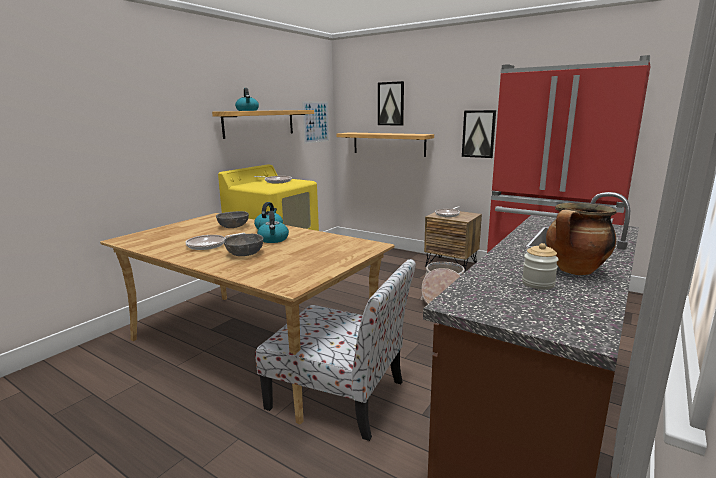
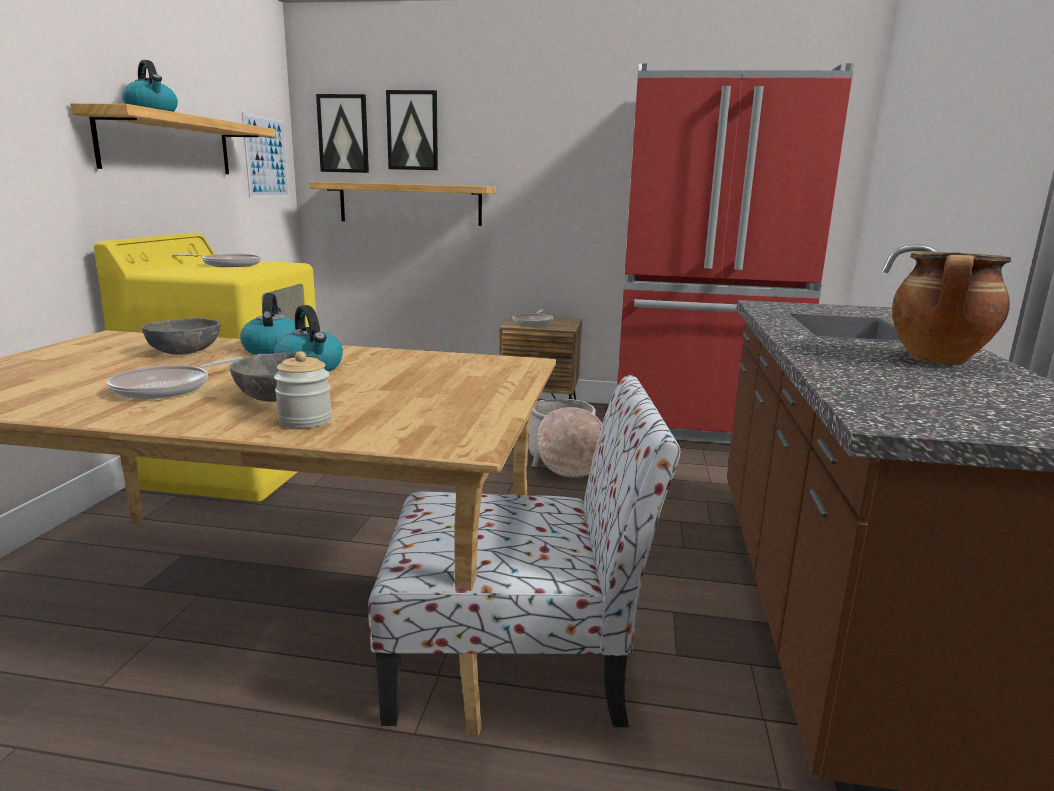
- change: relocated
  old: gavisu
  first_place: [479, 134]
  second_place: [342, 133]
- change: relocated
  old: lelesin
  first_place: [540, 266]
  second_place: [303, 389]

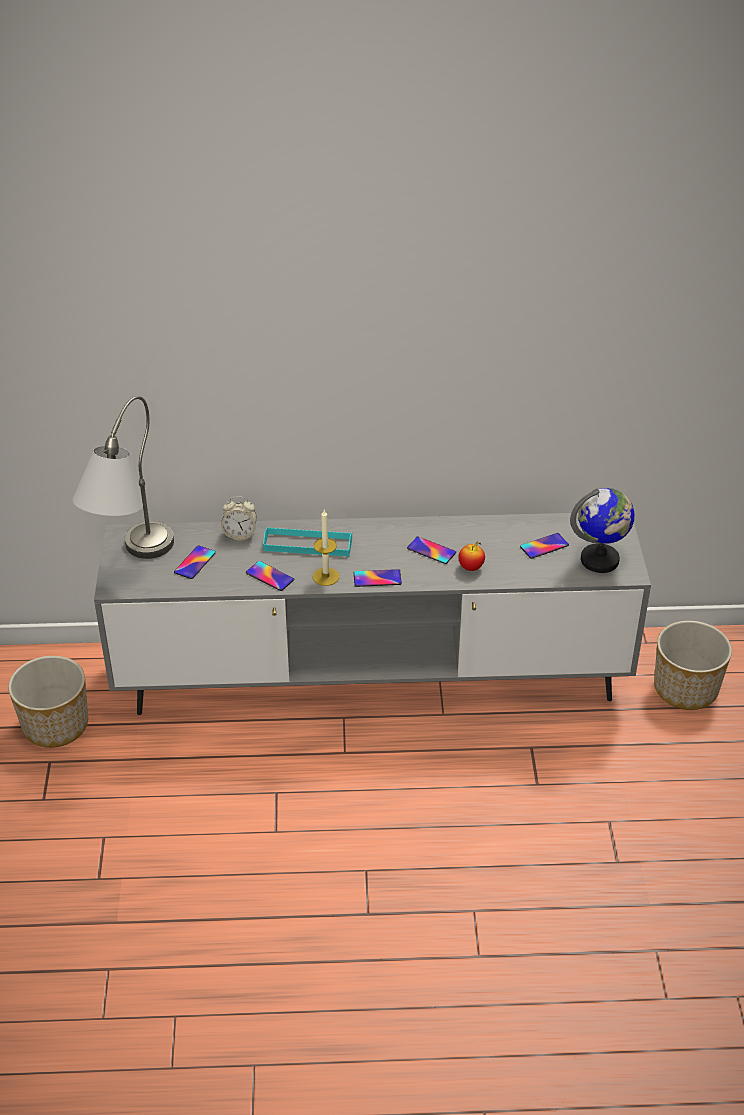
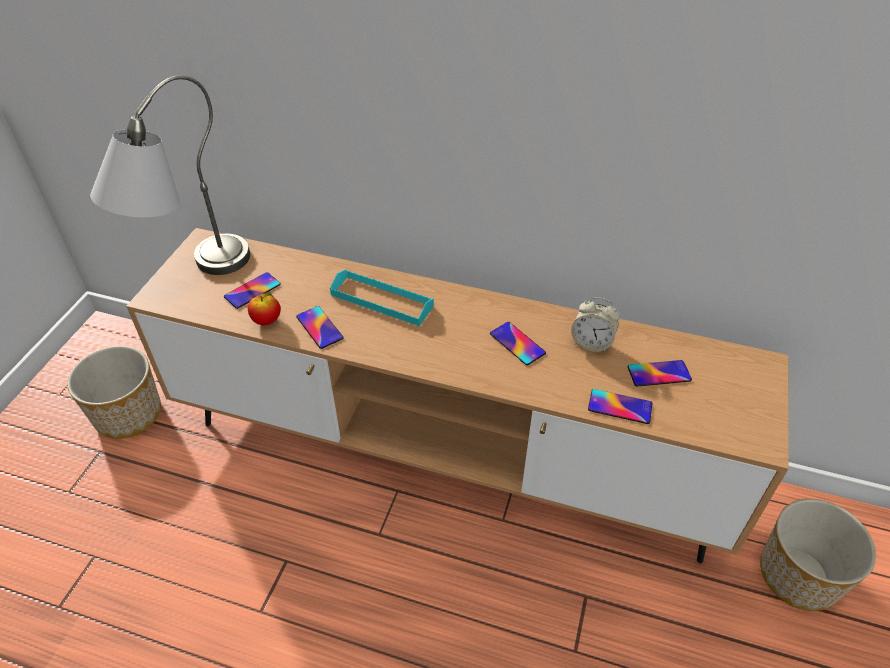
- change: colour
  old: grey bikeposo
  new: brown bikeposo
  first_place: [372, 614]
  second_place: [457, 395]
- change: relocated
  old: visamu
  first_place: [239, 518]
  second_place: [595, 324]
- change: missing
  old: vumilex
  first_place: [326, 548]
- change: relocated
  old: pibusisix
  first_place: [378, 578]
  second_place: [620, 406]
- change: relocated
  old: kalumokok
  first_place: [472, 556]
  second_place: [264, 308]
- change: missing
  old: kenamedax
  first_place: [602, 530]

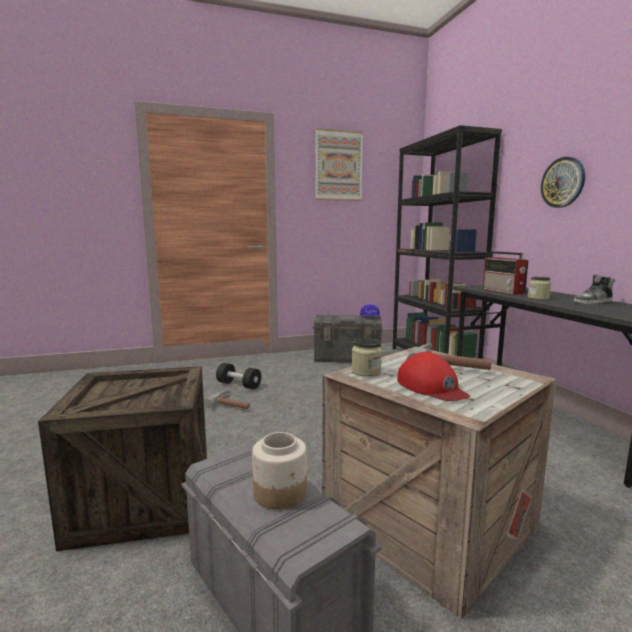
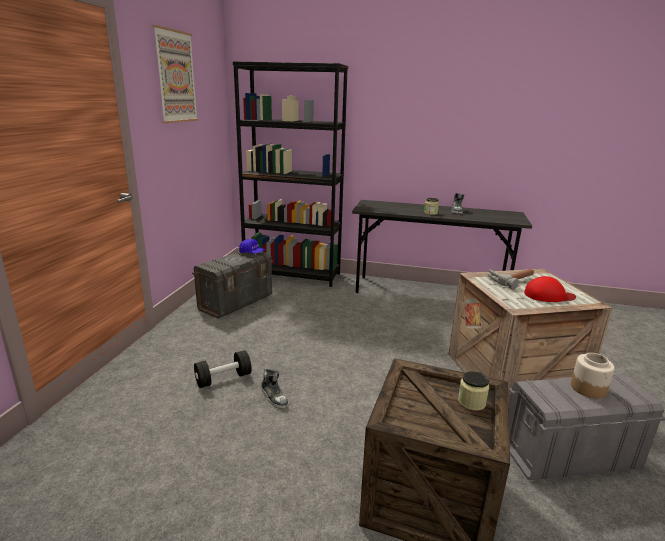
- change: exchanged
  old: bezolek
  new: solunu
  first_place: [227, 399]
  second_place: [274, 389]
- change: relocated
  old: lelesin
  first_place: [367, 357]
  second_place: [473, 391]
- change: missing
  old: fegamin
  first_place: [506, 273]
- change: missing
  old: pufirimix
  first_place: [563, 182]

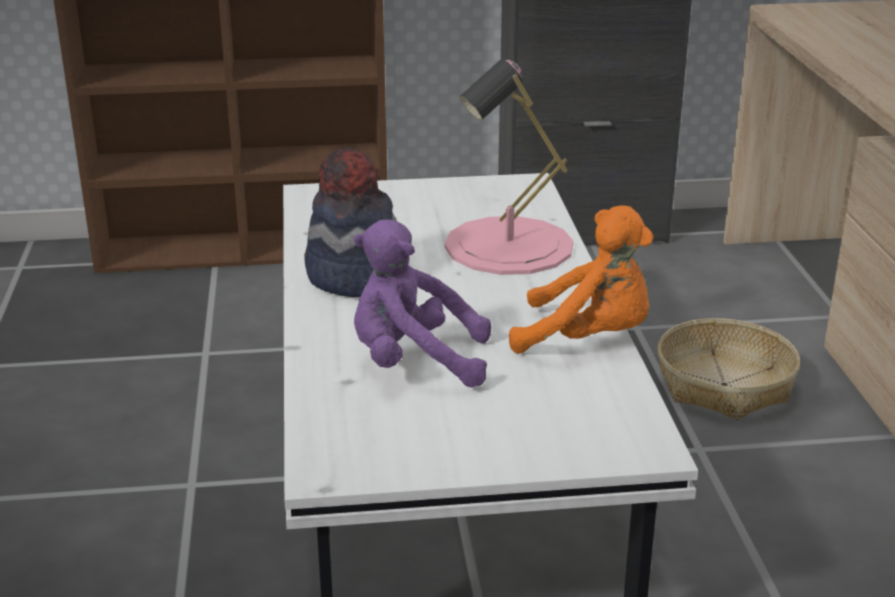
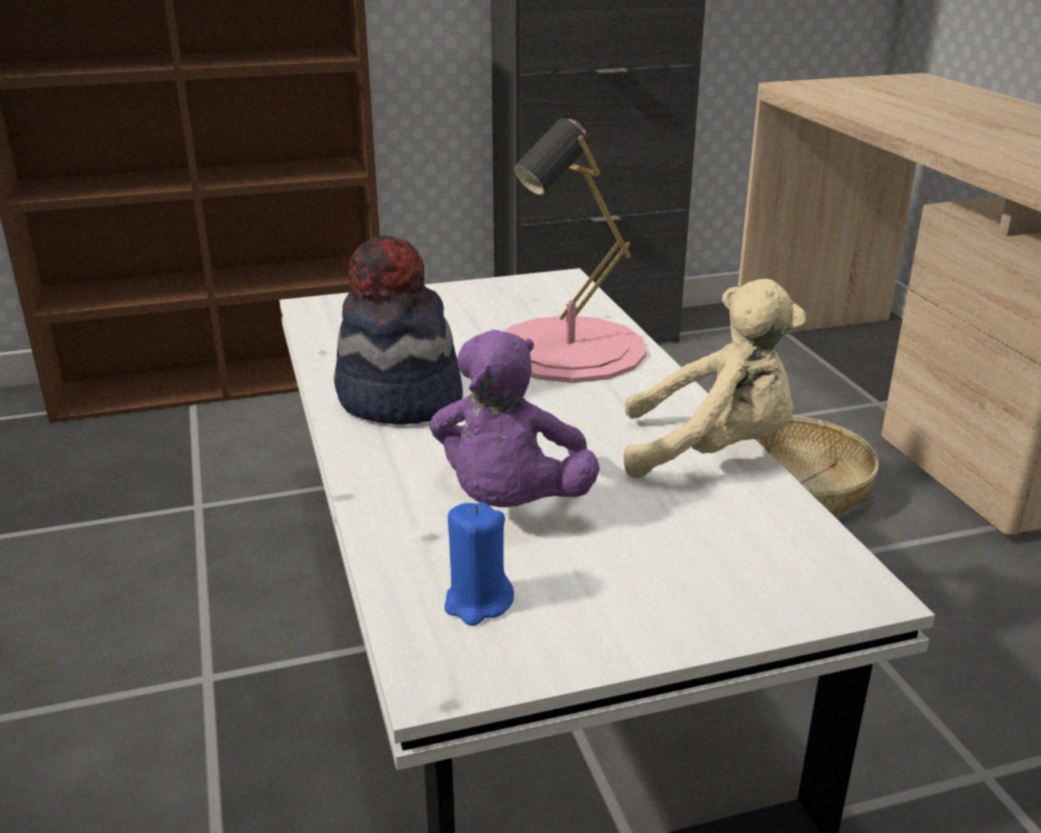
- change: spun
  old: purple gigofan
  first_place: [422, 303]
  second_place: [514, 418]
  degrees: -75
- change: colour
  old: orange gigofan
  new: beige gigofan
  first_place: [581, 280]
  second_place: [715, 379]
- change: appeared
  new: blue vumilex
  second_place: [479, 564]

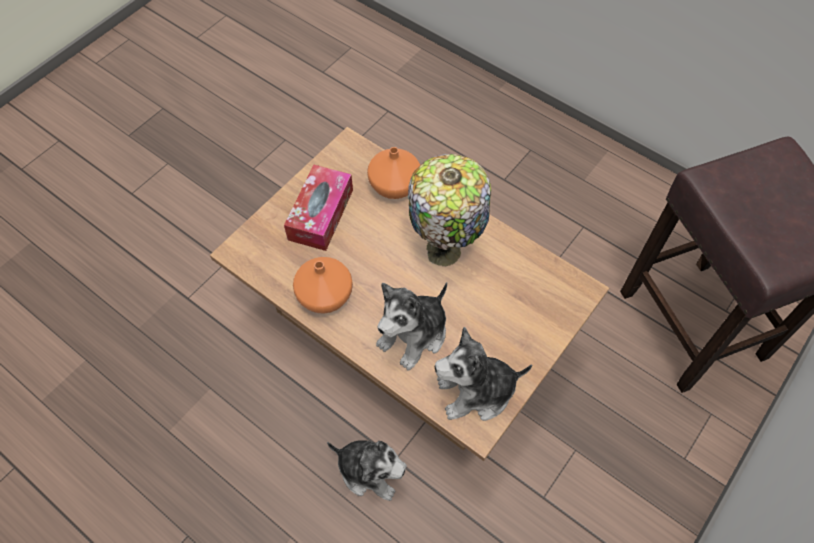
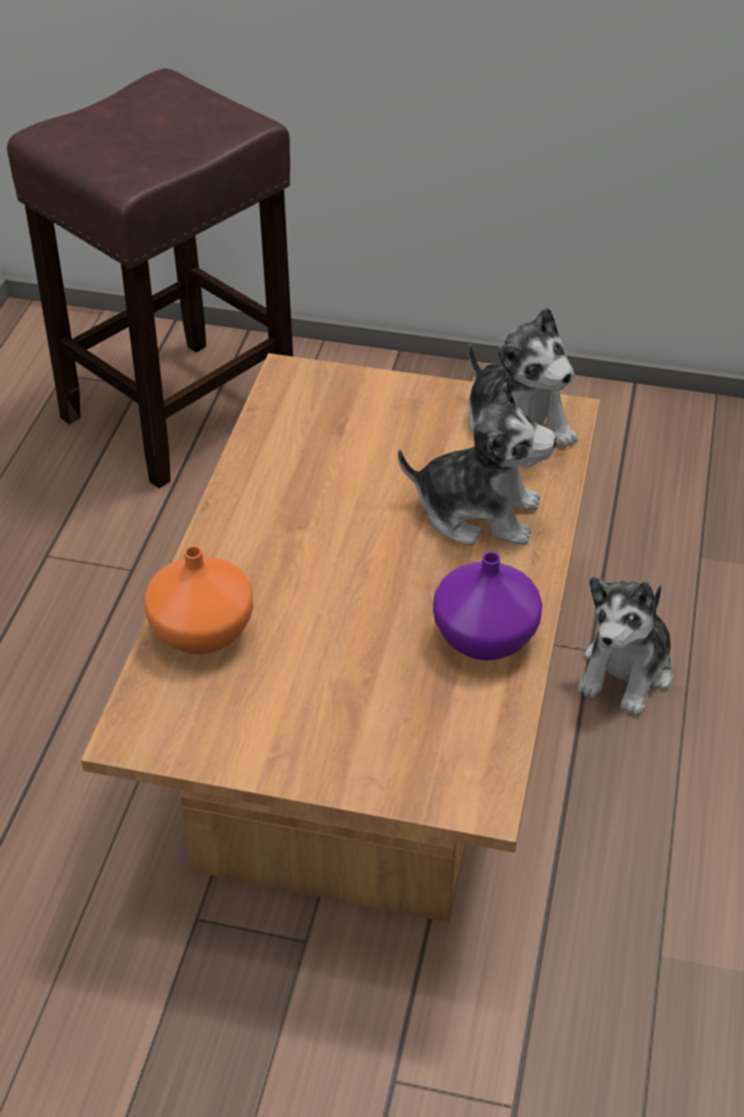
- change: missing
  old: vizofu
  first_place: [318, 208]
- change: colour
  old: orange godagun
  new: purple godagun
  first_place: [323, 285]
  second_place: [487, 606]
- change: spun
  old: gigofan
  first_place: [367, 470]
  second_place: [625, 646]
  degrees: -150
- change: missing
  old: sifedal
  first_place: [449, 210]

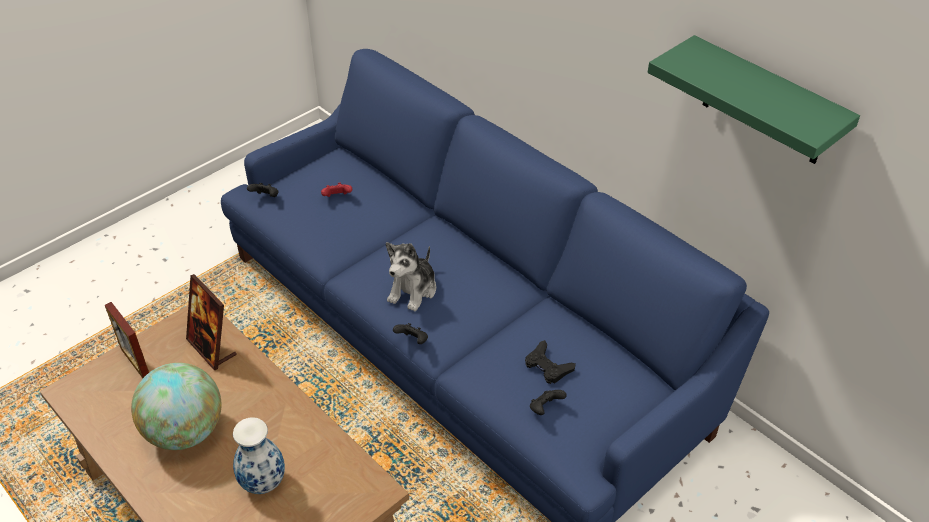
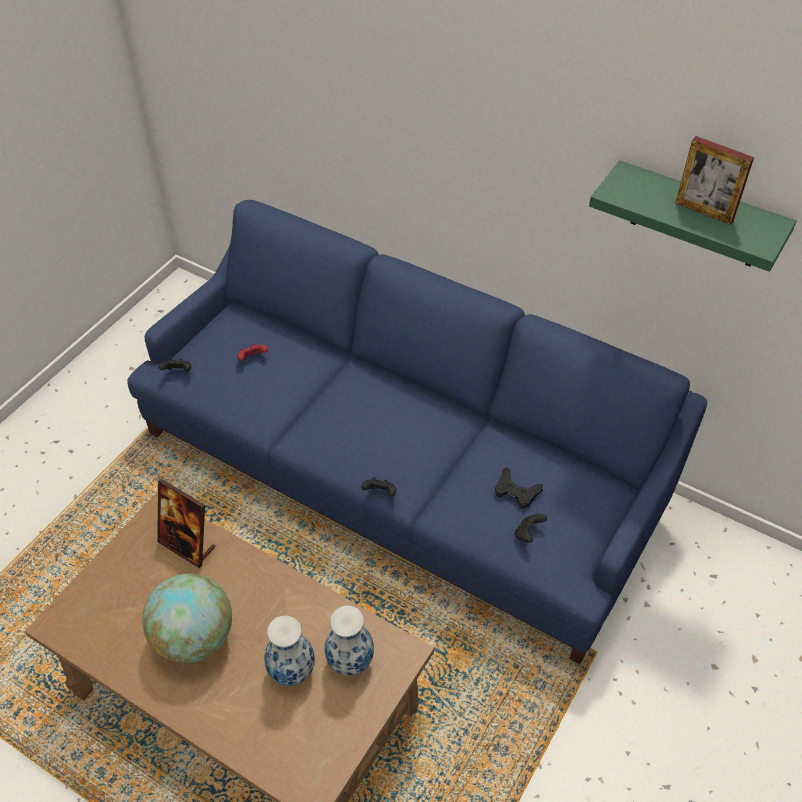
- change: relocated
  old: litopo
  first_place: [127, 340]
  second_place: [715, 180]
- change: missing
  old: gigofan
  first_place: [411, 276]
- change: appeared
  new: godagun
  second_place: [349, 641]

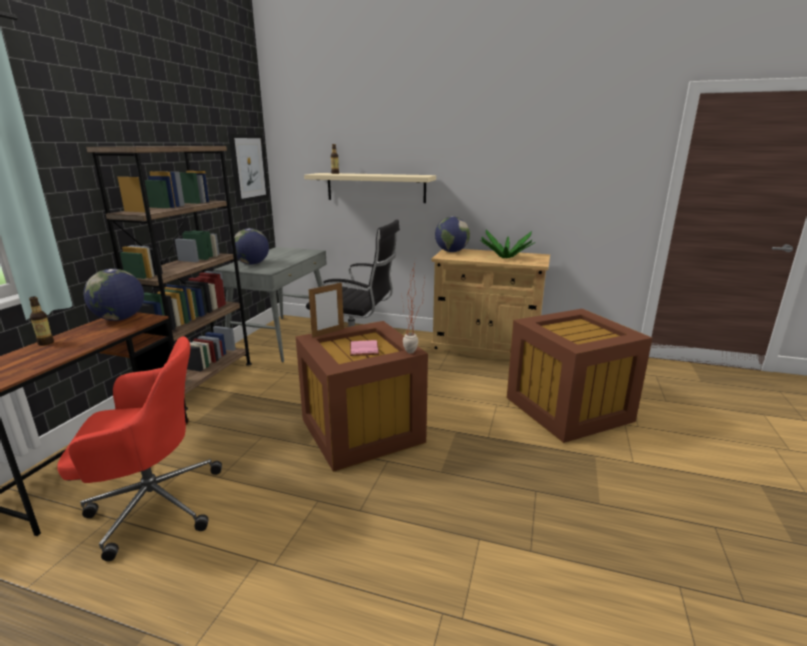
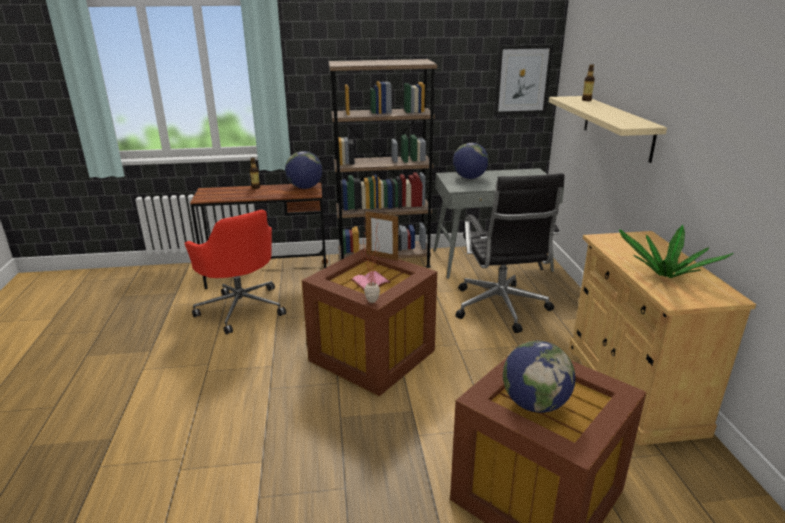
- change: relocated
  old: kenamedax
  first_place: [452, 234]
  second_place: [539, 377]

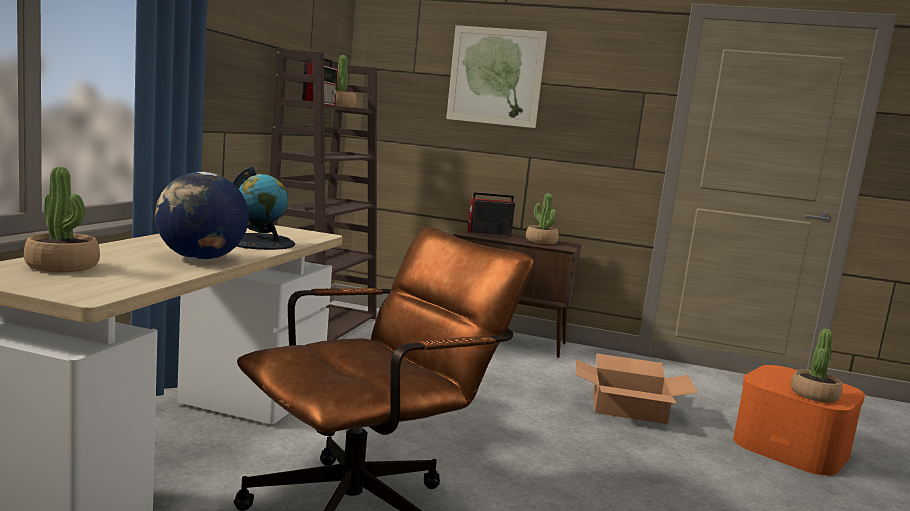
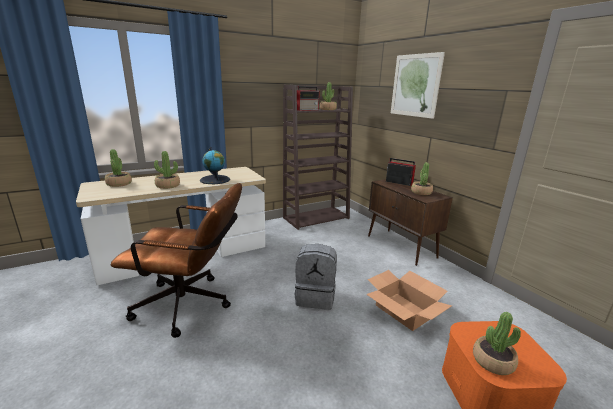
- change: exchanged
  old: kenamedax
  new: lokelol
  first_place: [202, 216]
  second_place: [167, 170]
- change: appeared
  new: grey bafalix
  second_place: [316, 277]

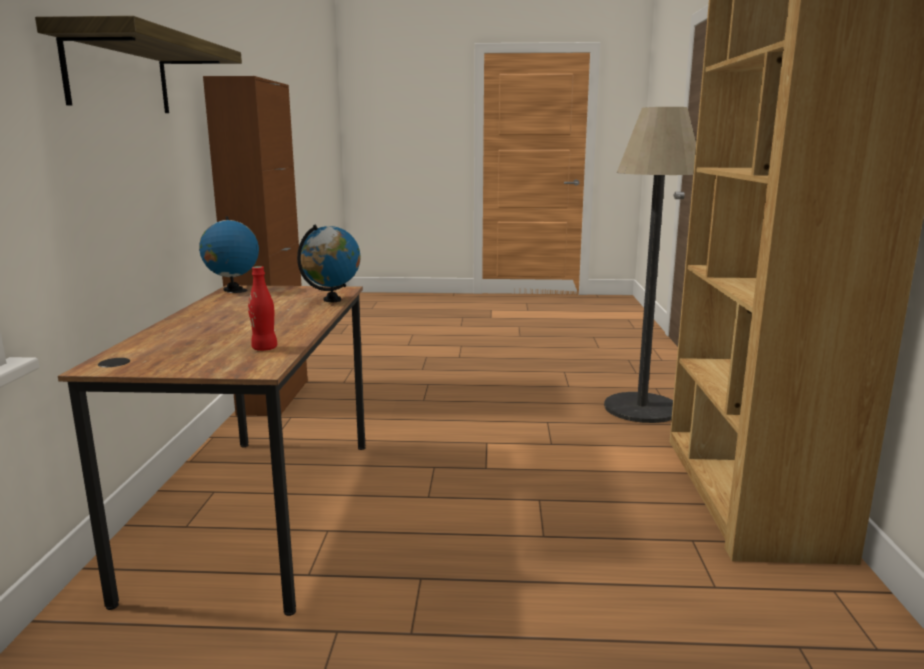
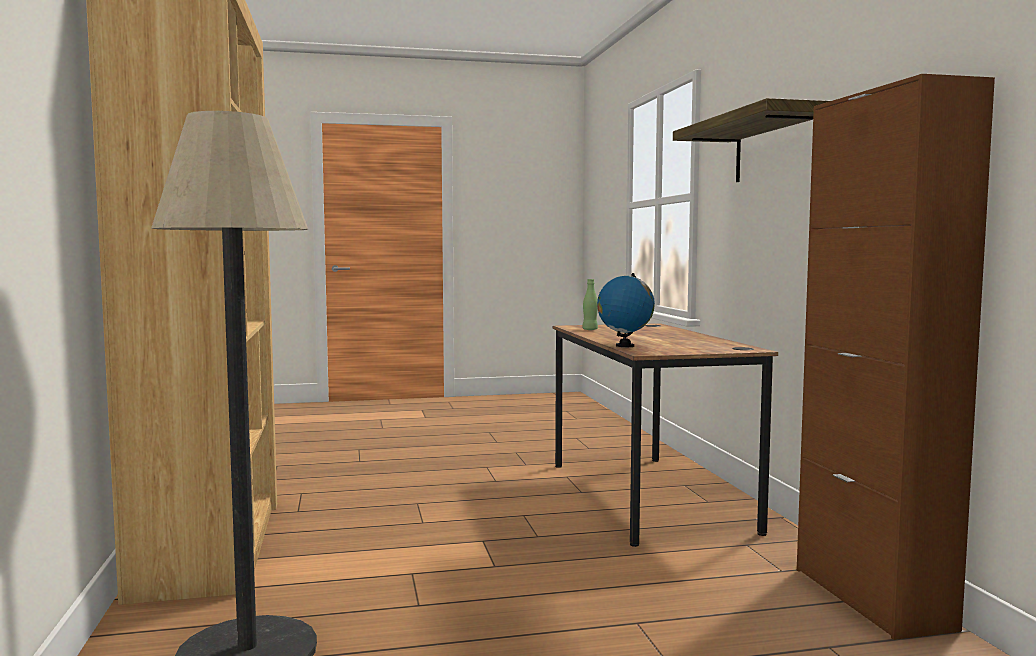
- change: missing
  old: kenamedax
  first_place: [229, 254]
- change: colour
  old: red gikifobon
  new: green gikifobon
  first_place: [262, 308]
  second_place: [590, 304]

